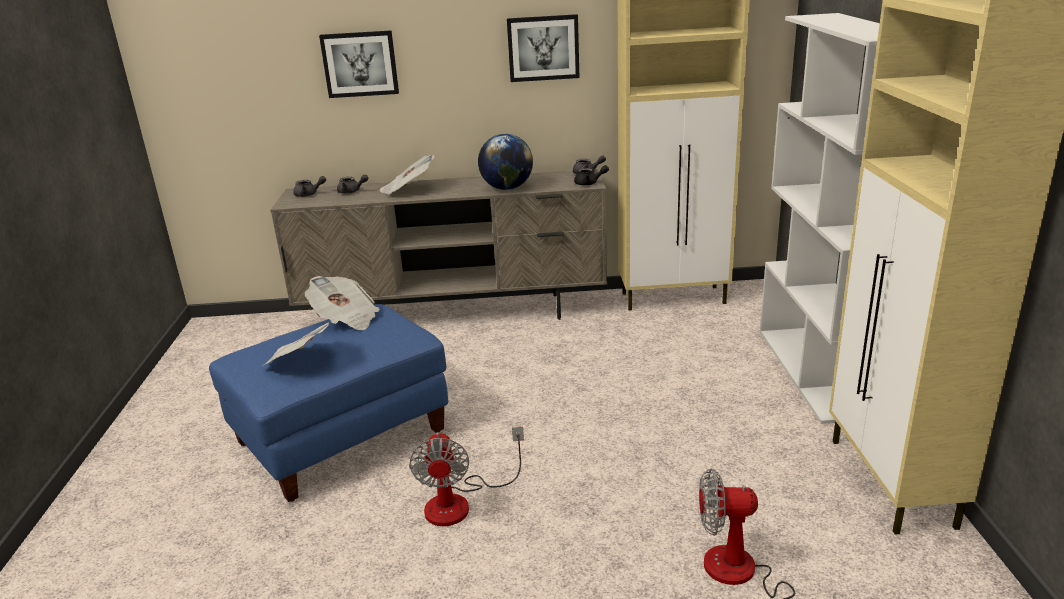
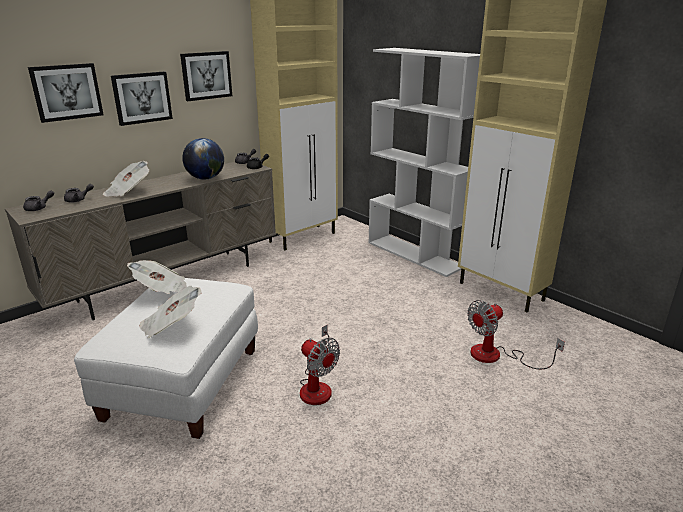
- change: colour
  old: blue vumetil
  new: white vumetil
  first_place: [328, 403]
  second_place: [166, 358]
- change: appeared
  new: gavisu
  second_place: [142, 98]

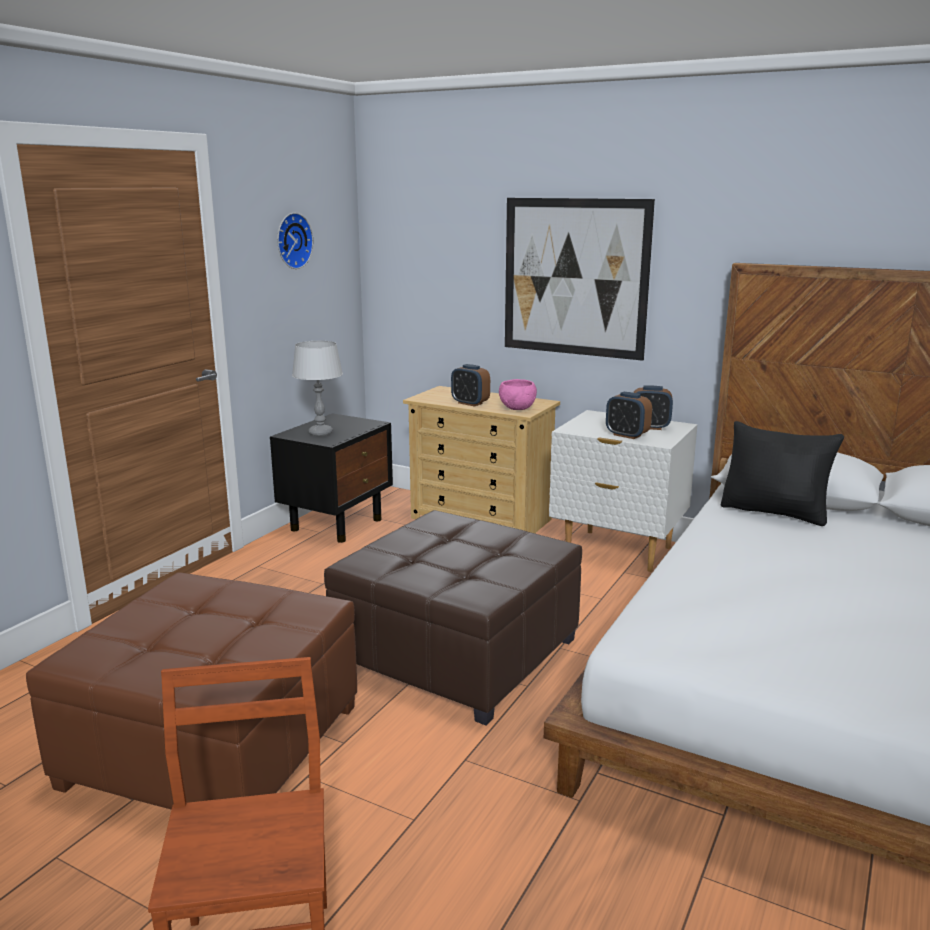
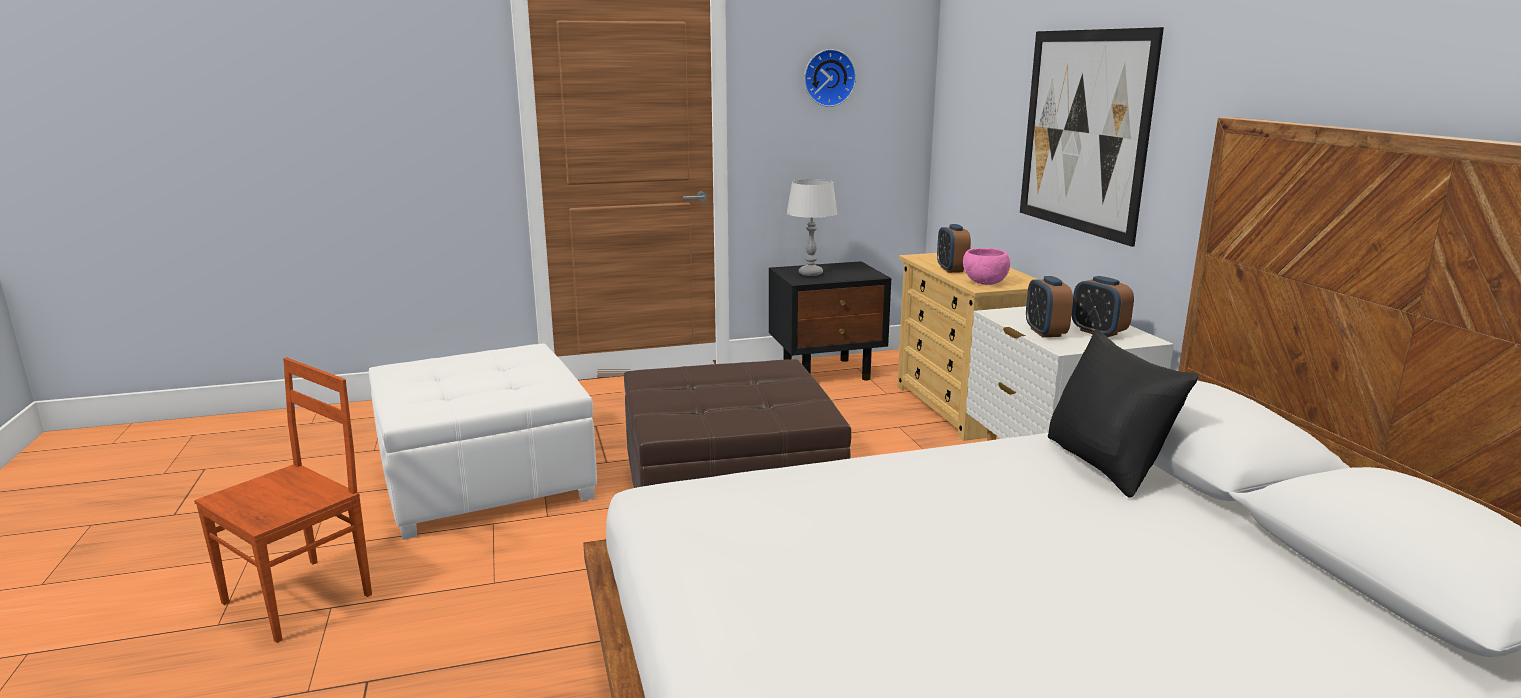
- change: colour
  old: brown vumetil
  new: white vumetil
  first_place: [191, 691]
  second_place: [483, 441]

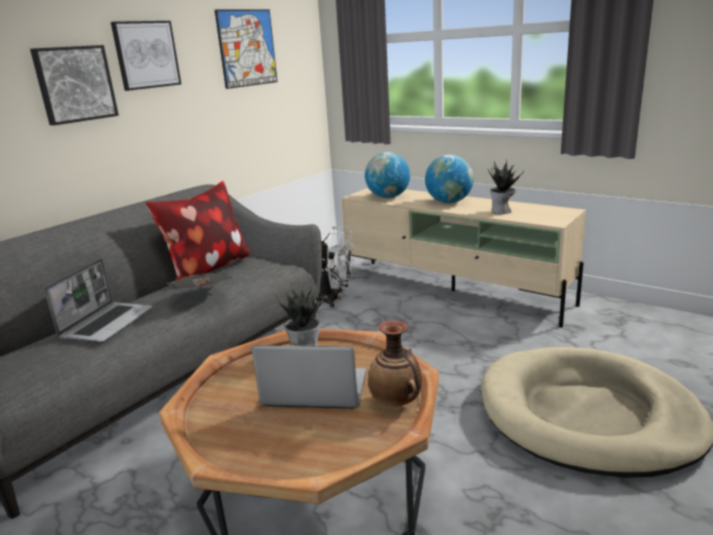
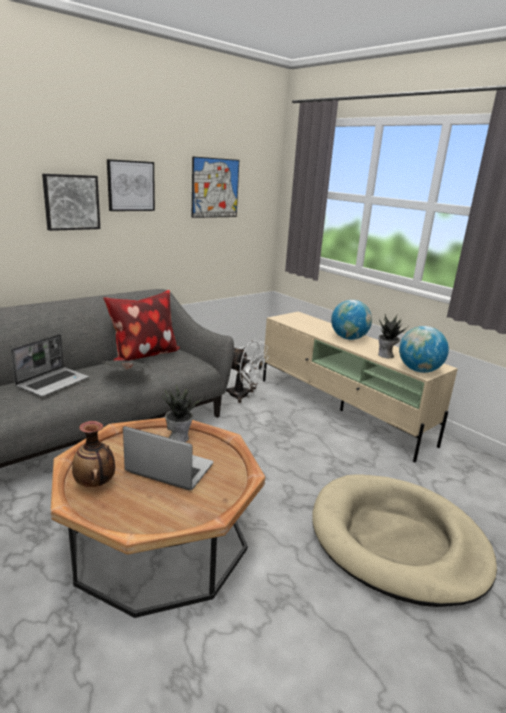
- change: relocated
  old: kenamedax
  first_place: [387, 175]
  second_place: [424, 349]
- change: relocated
  old: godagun
  first_place: [395, 363]
  second_place: [93, 454]

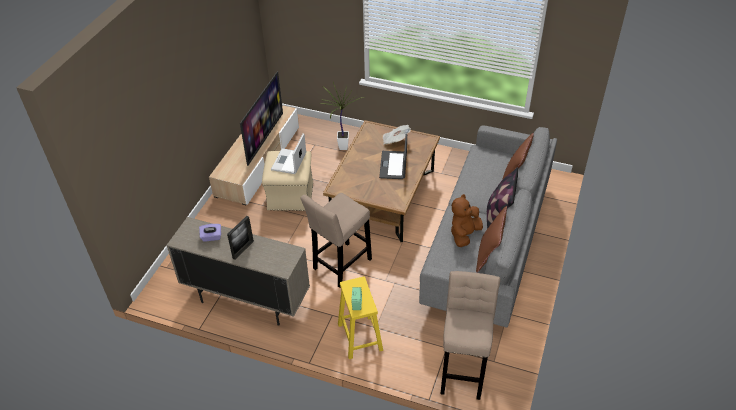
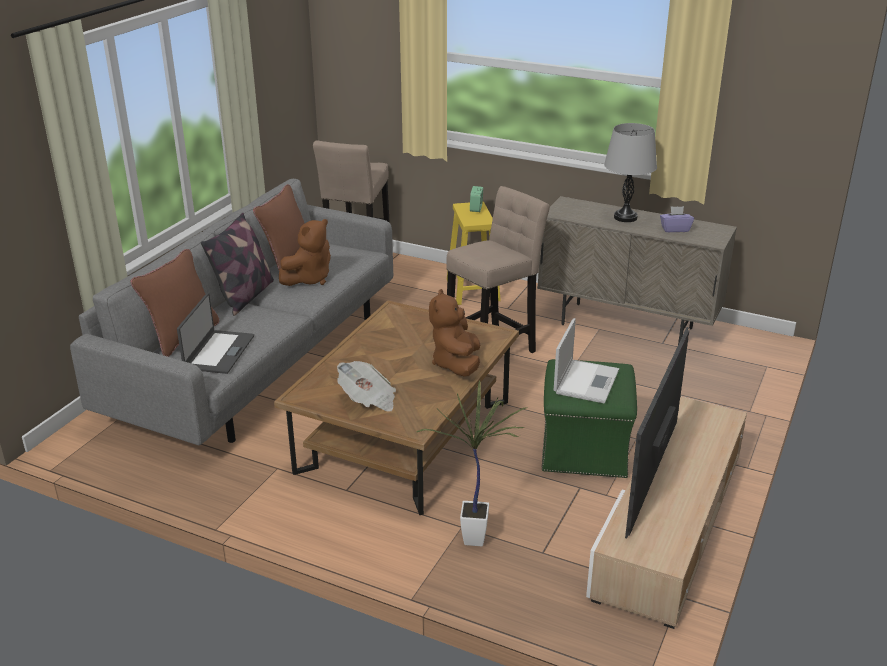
- change: exchanged
  old: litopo
  new: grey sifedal
  first_place: [240, 238]
  second_place: [630, 172]
- change: colour
  old: beige vumetil
  new: green vumetil
  first_place: [288, 181]
  second_place: [589, 418]
- change: relocated
  old: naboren
  first_place: [393, 156]
  second_place: [215, 333]
- change: appeared
  new: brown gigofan
  second_place: [454, 333]

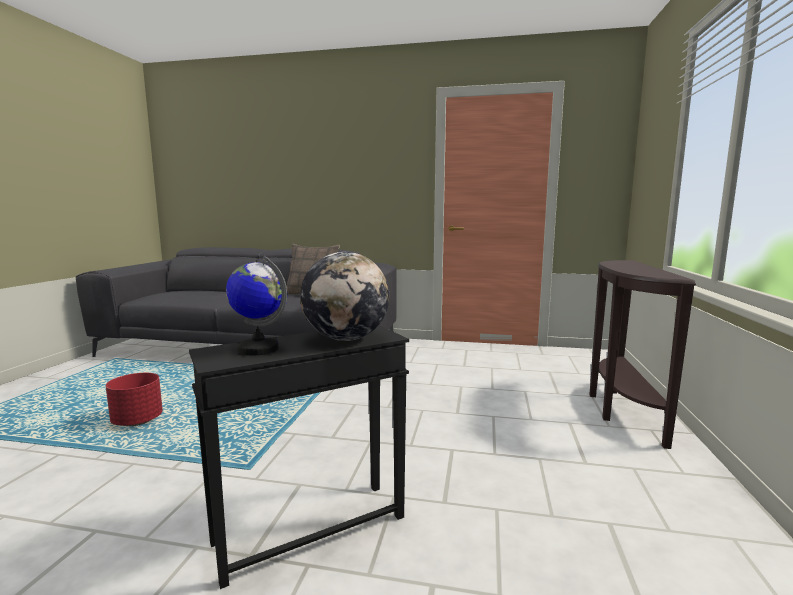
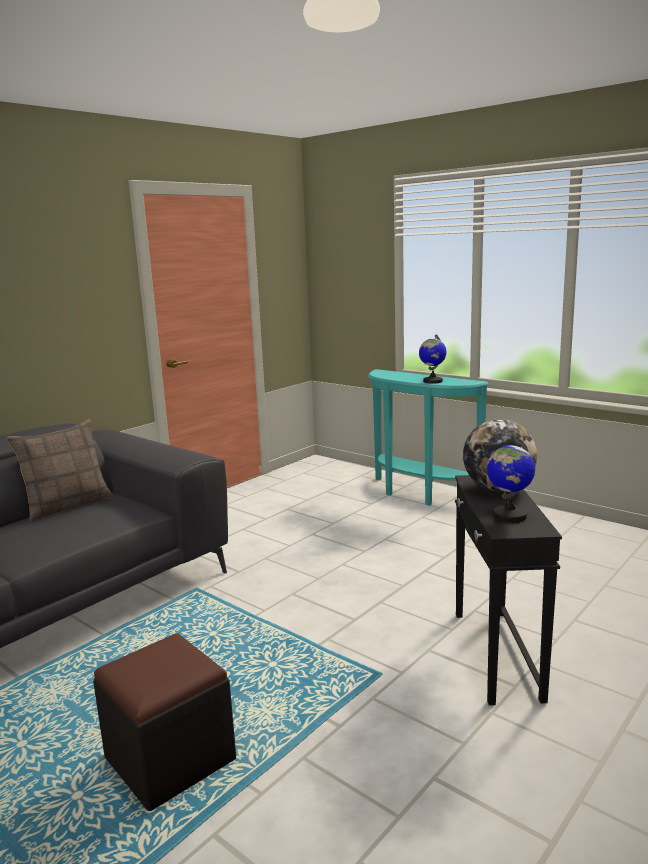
- change: exchanged
  old: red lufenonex
  new: black vumetil
  first_place: [134, 399]
  second_place: [164, 722]
- change: colour
  old: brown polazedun
  new: turquoise polazedun
  first_place: [642, 354]
  second_place: [428, 437]
- change: appeared
  new: kenamedax
  second_place: [432, 359]

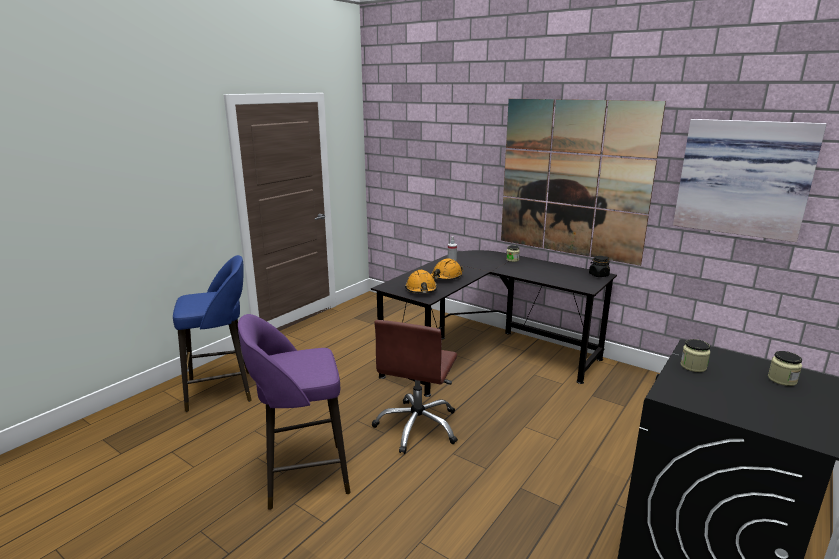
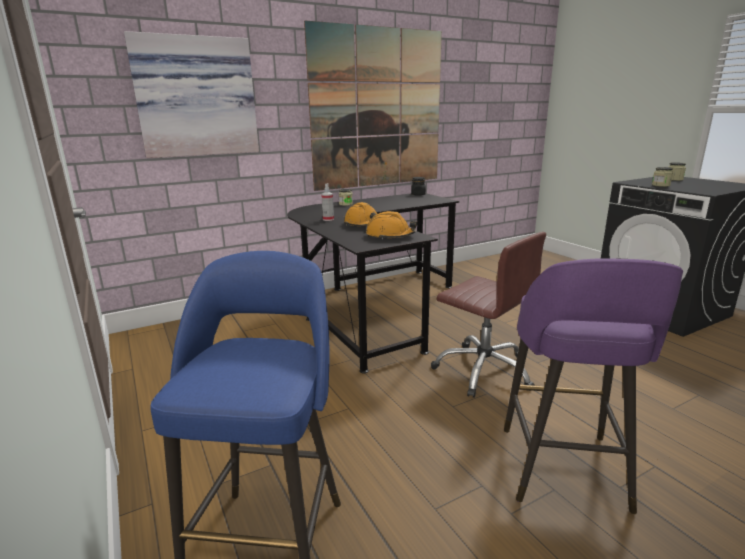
- change: relocated
  old: gavisu
  first_place: [750, 180]
  second_place: [191, 94]

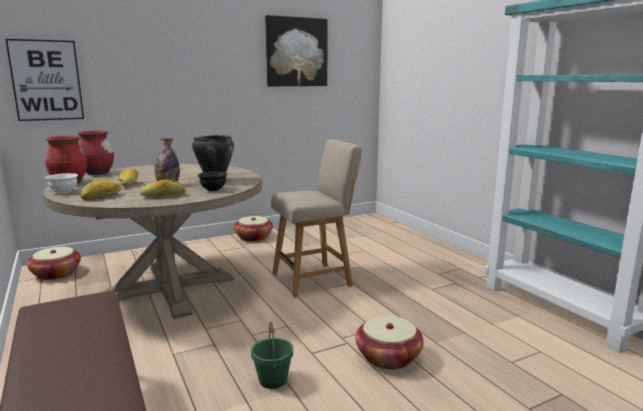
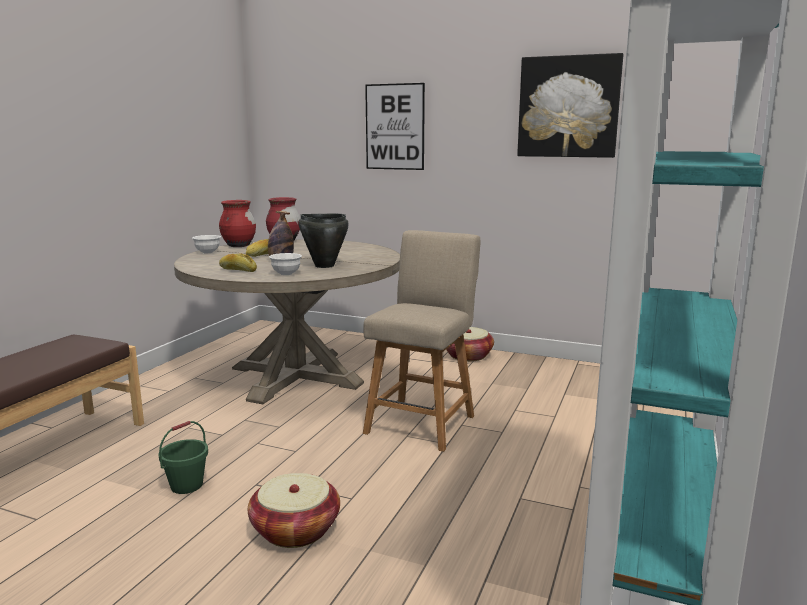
- change: relocated
  old: gavisu
  first_place: [44, 80]
  second_place: [395, 126]
- change: missing
  old: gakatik
  first_place: [54, 263]
- change: missing
  old: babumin
  first_place: [101, 189]
- change: colour
  old: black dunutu
  new: white dunutu
  first_place: [212, 181]
  second_place: [285, 264]
- change: spun
  old: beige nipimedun
  first_place: [316, 218]
  second_place: [422, 341]
  degrees: -90

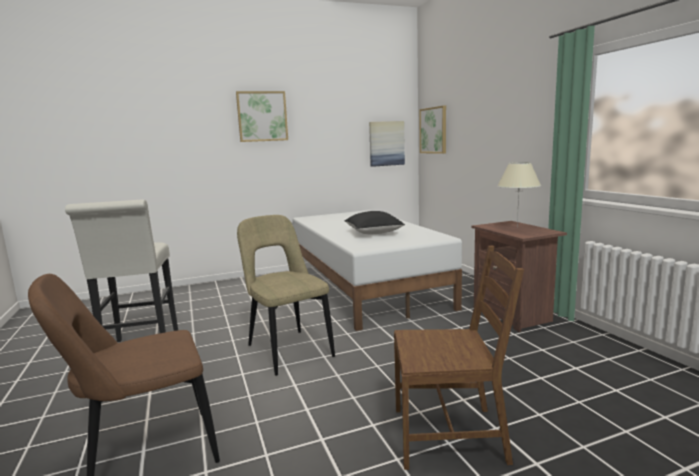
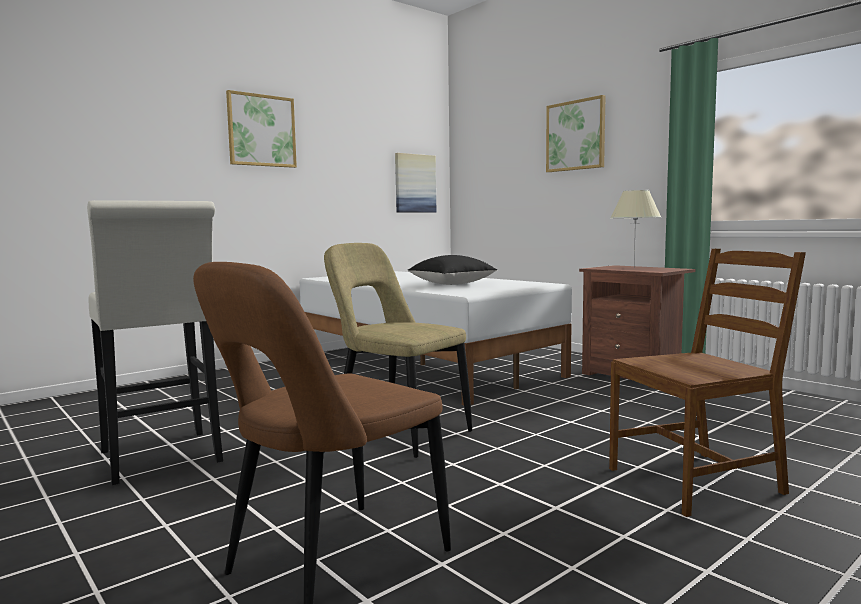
- change: relocated
  old: gavisu
  first_place: [432, 129]
  second_place: [575, 133]

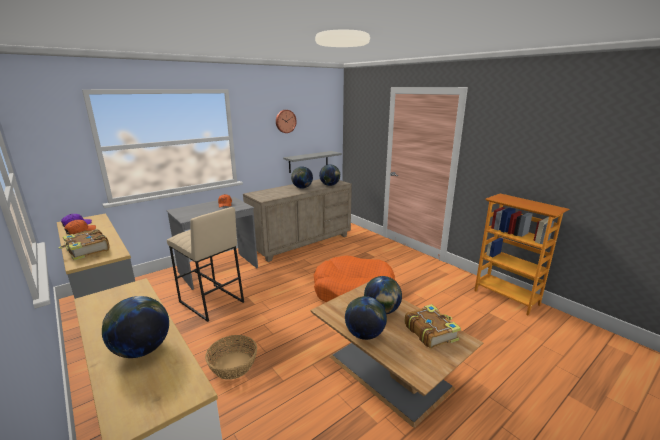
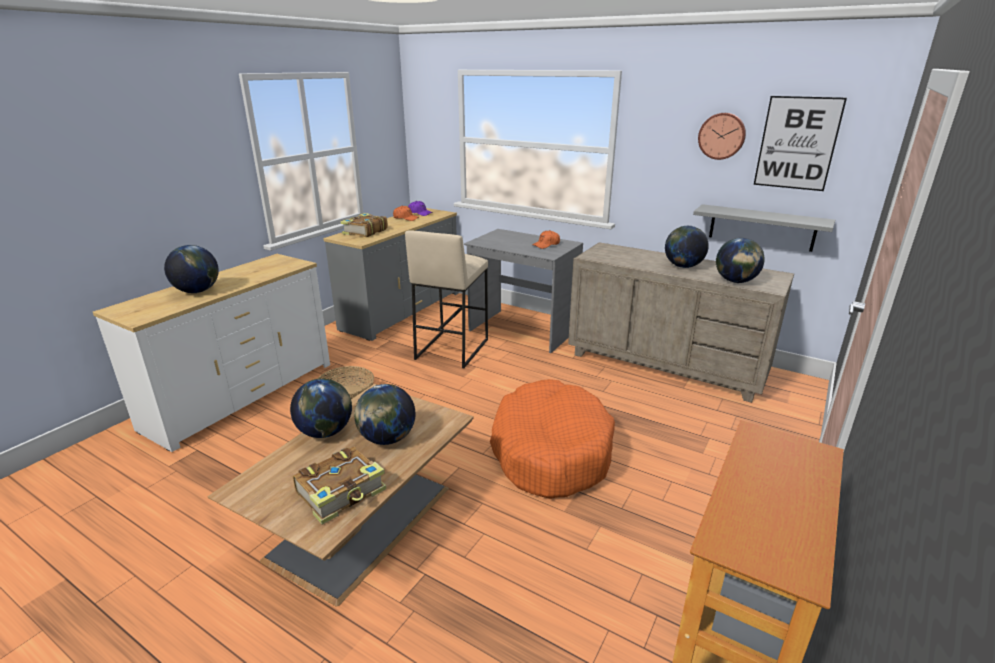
- change: appeared
  new: gavisu
  second_place: [800, 143]

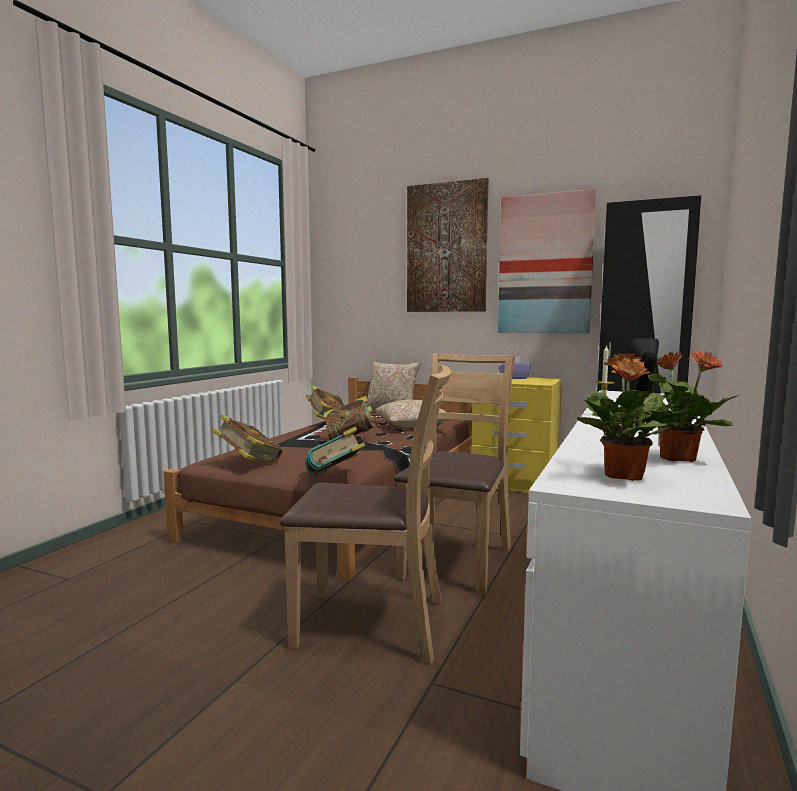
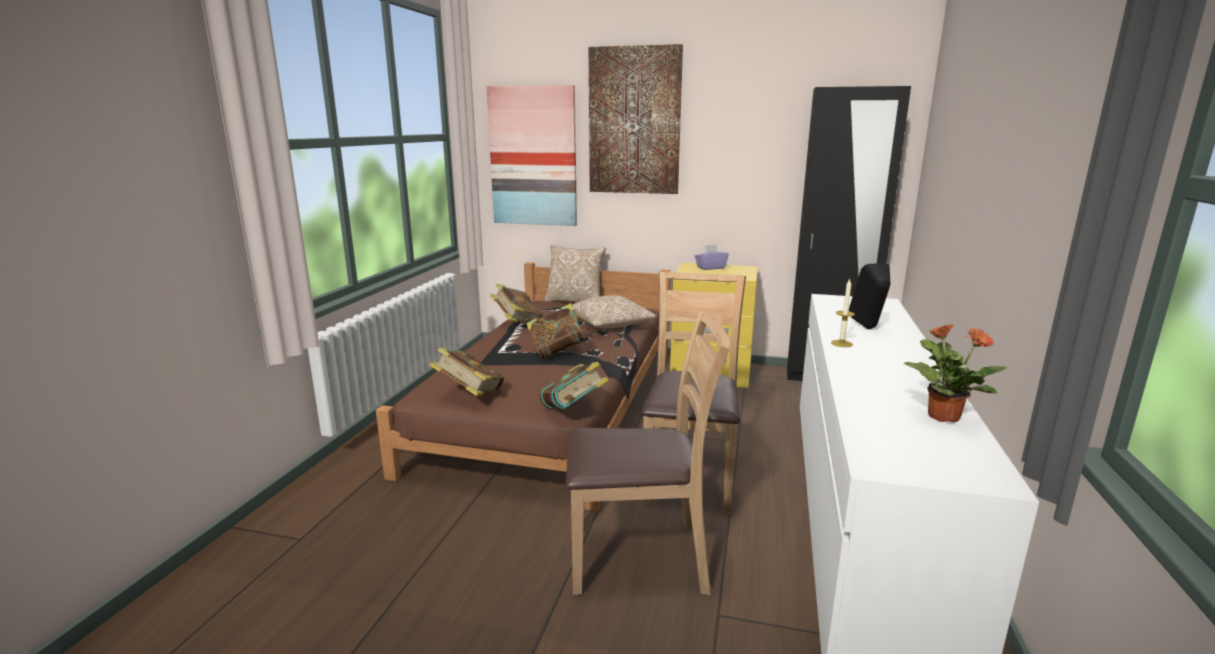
- change: relocated
  old: gavisu
  first_place: [547, 261]
  second_place: [531, 155]
- change: missing
  old: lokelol
  first_place: [632, 417]

